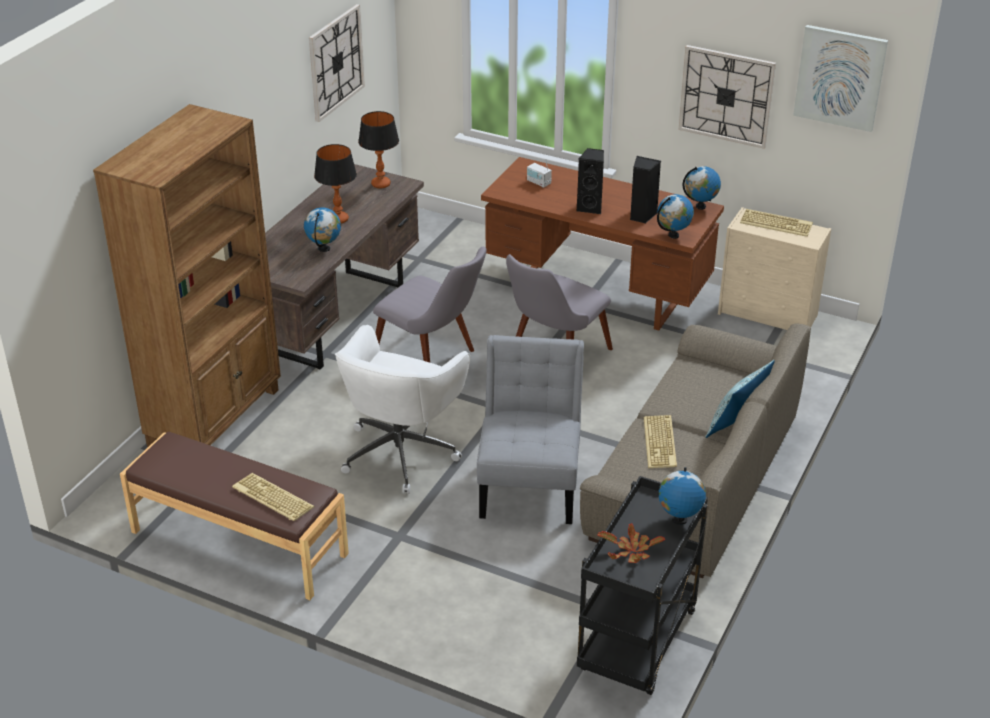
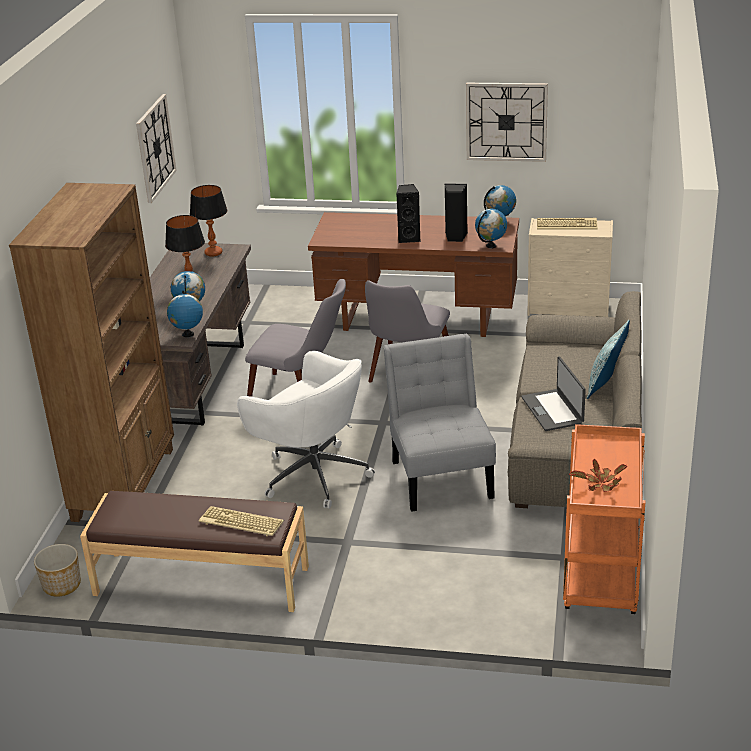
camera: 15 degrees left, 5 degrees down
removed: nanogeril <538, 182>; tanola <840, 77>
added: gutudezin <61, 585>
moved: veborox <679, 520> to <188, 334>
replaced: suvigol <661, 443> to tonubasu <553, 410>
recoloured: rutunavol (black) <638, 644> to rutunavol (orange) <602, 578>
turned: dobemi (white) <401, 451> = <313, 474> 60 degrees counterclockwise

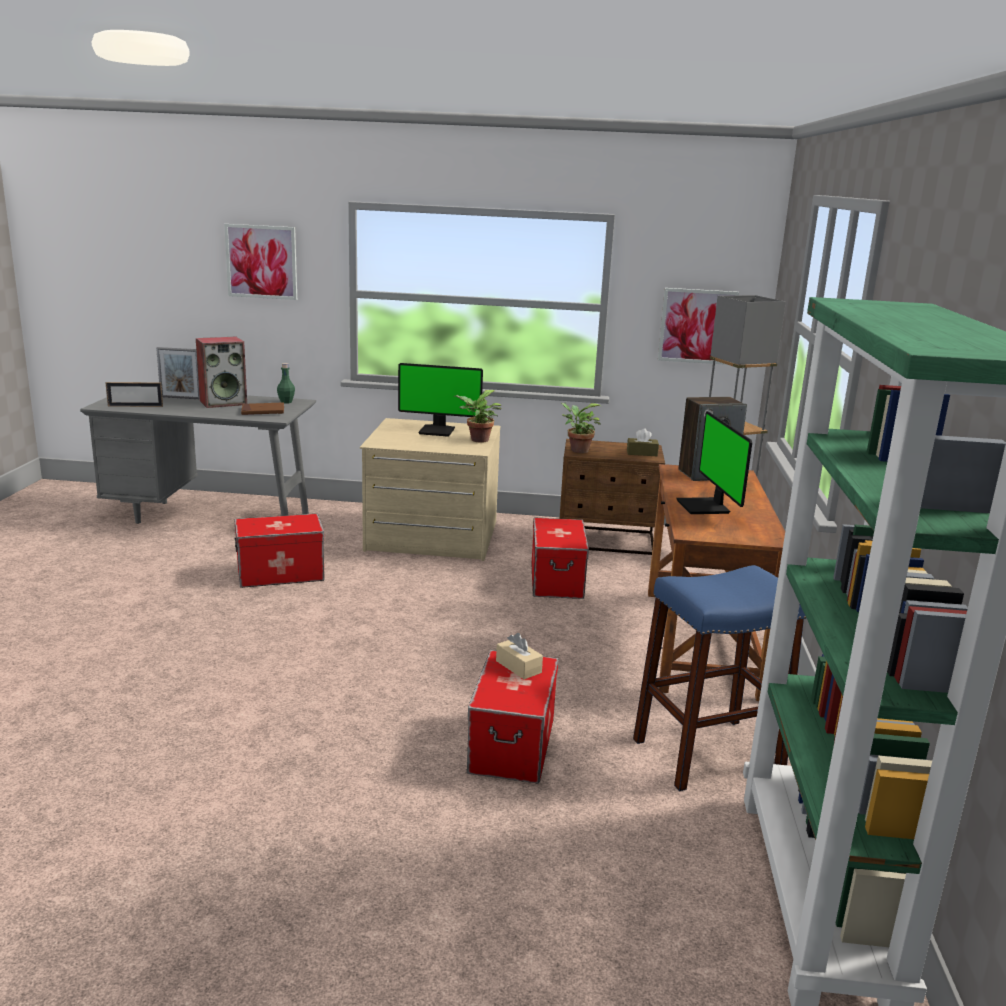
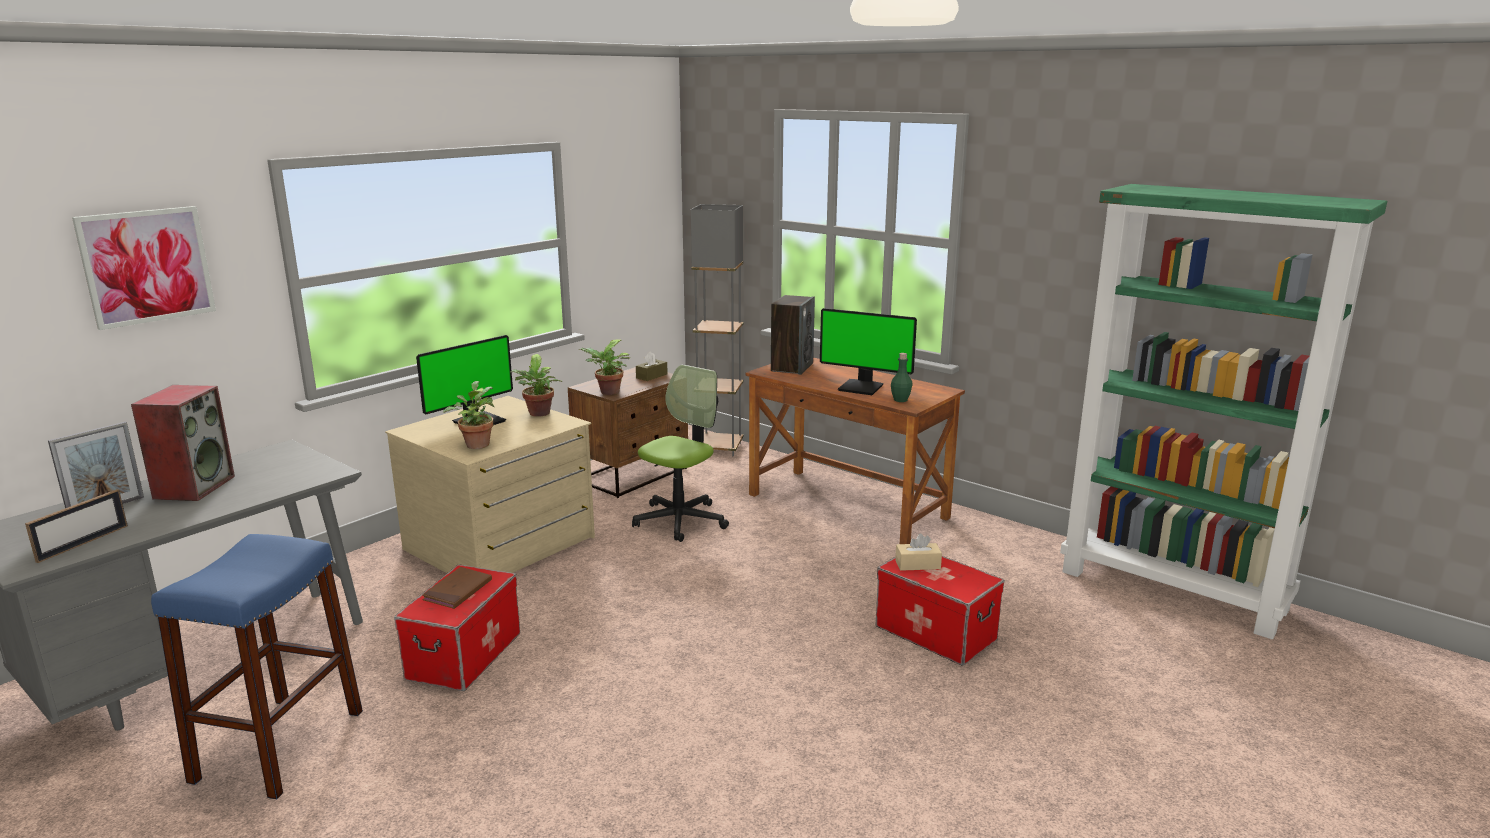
camera: 55 degrees left, 0 degrees up
removed: tanola <697, 326>
added: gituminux <477, 444>
moved: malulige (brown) <263, 411> to <458, 591>; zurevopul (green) <286, 402> to <900, 400>; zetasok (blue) <708, 753> to <279, 746>
replaced: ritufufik <557, 581> to dobemi <680, 520>

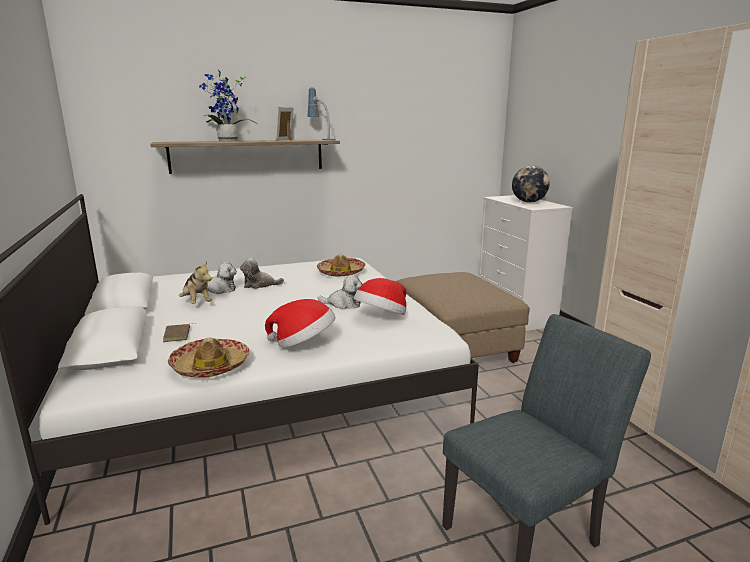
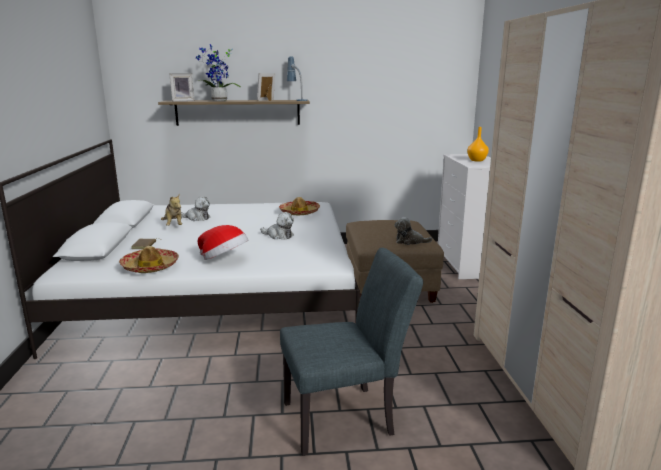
camera: 15 degrees right, 0 degrees up
removed: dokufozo <381, 317>
added: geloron <183, 101>
moved: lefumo <259, 285> to <410, 241>
replaced: veborox <528, 202> to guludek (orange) <477, 160>

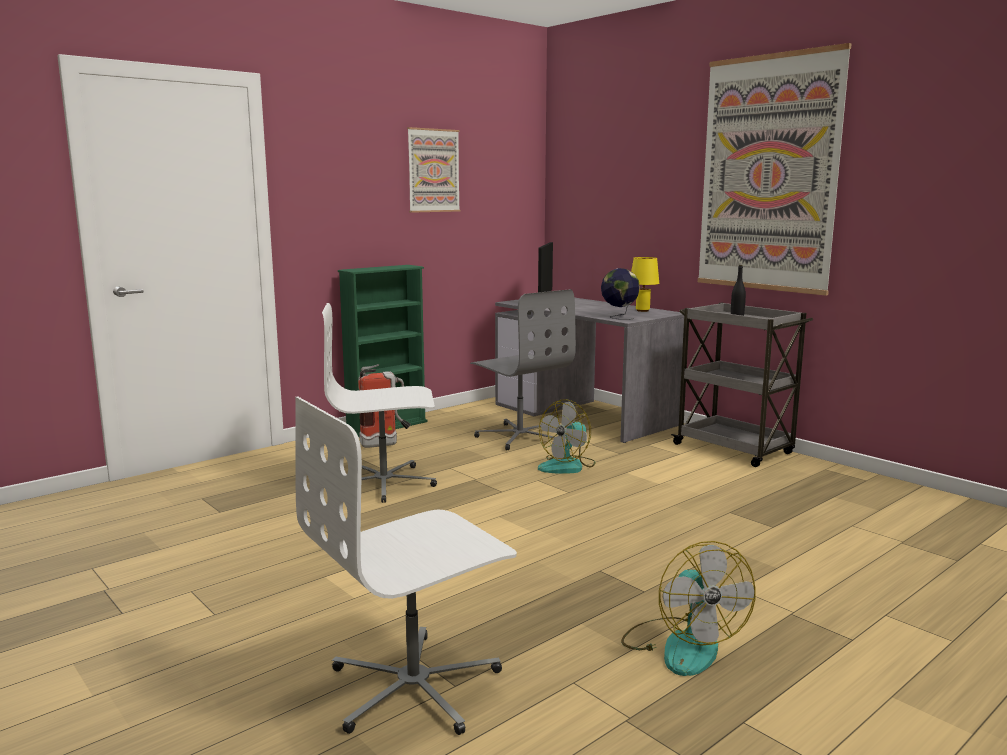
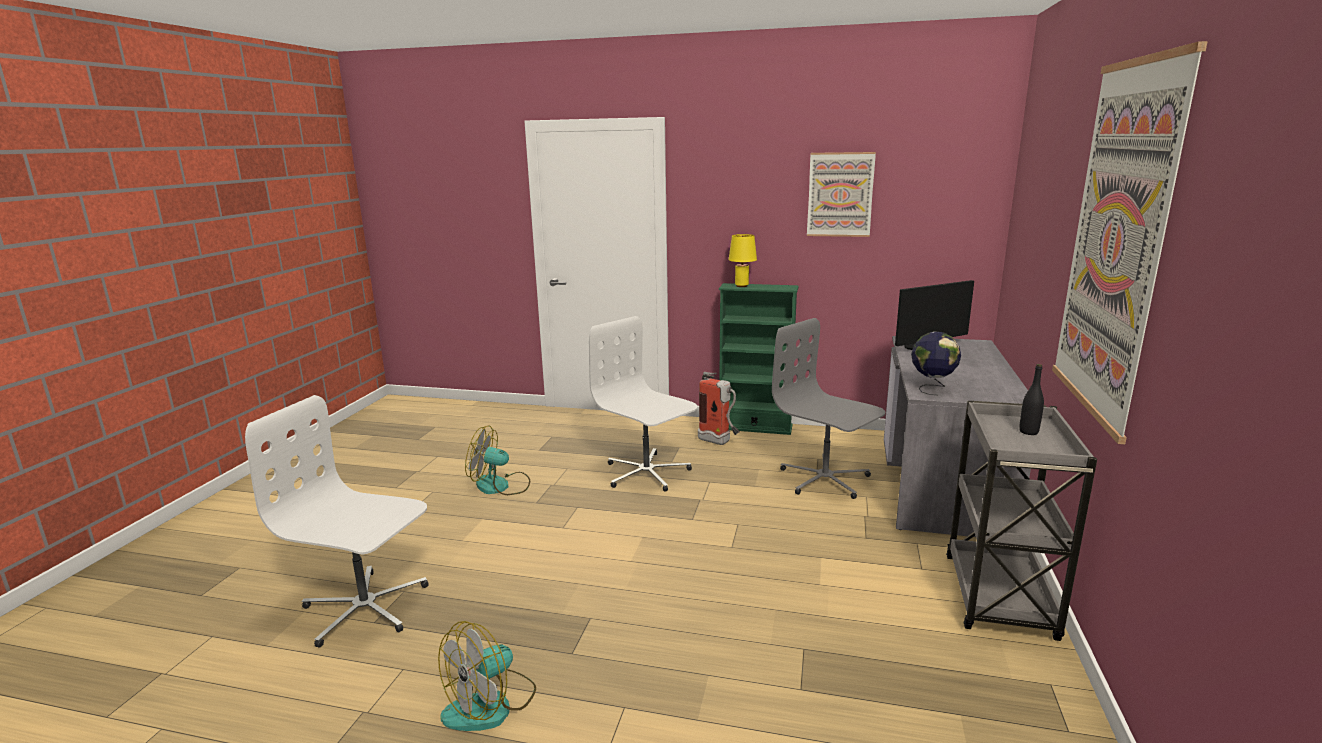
camera: 55 degrees right, 5 degrees up
moved: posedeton <568, 466> to <500, 486>; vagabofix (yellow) <642, 310> to <742, 286>
turned: dobemi (grey) <520, 436> = <824, 479> 120 degrees clockwise

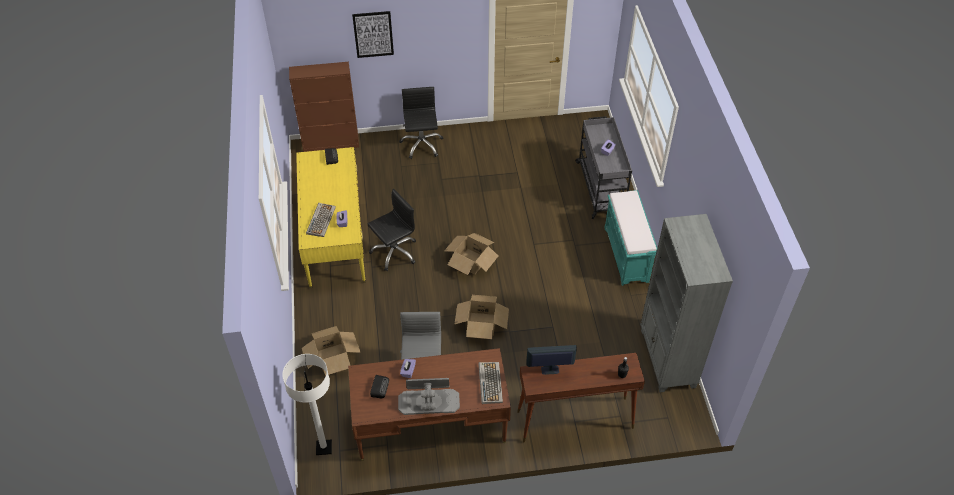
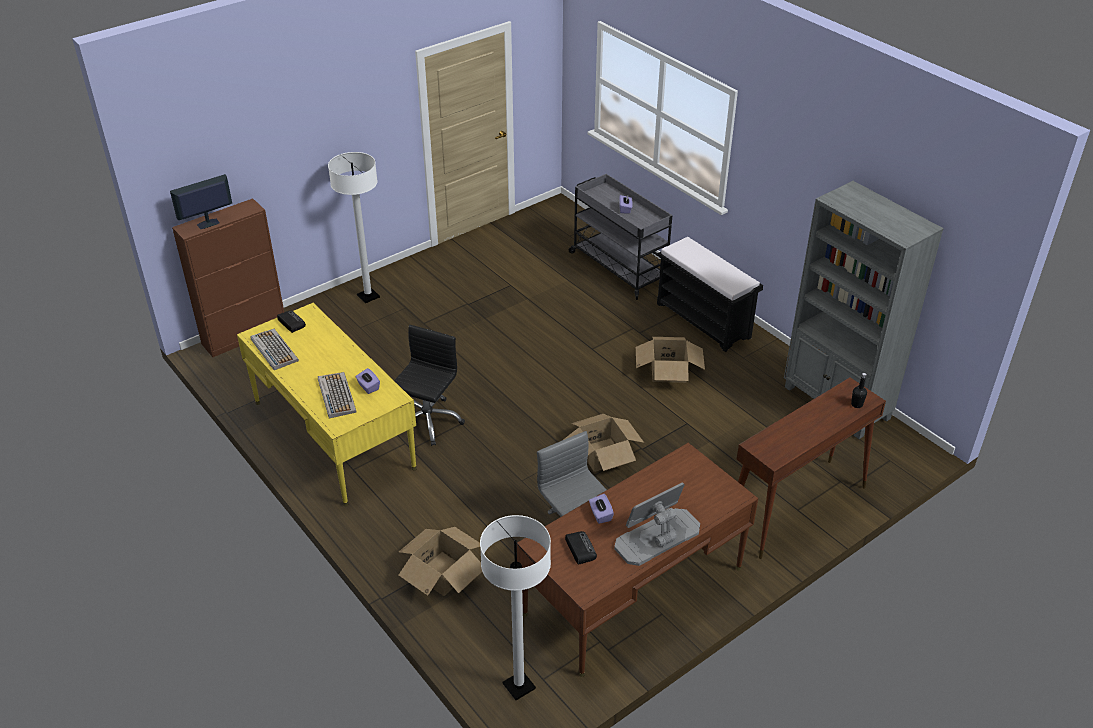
camera: 30 degrees left, 10 degrees down
removed: tanola <373, 34>
moved: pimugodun <471, 261> to <668, 371>; suvigol <490, 382> to <273, 350>; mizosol <549, 370> to <207, 224>
replaced: dobemi (black) <421, 144> to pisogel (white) <368, 296>
recoloured: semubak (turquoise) <626, 255> to semubak (black) <704, 321>

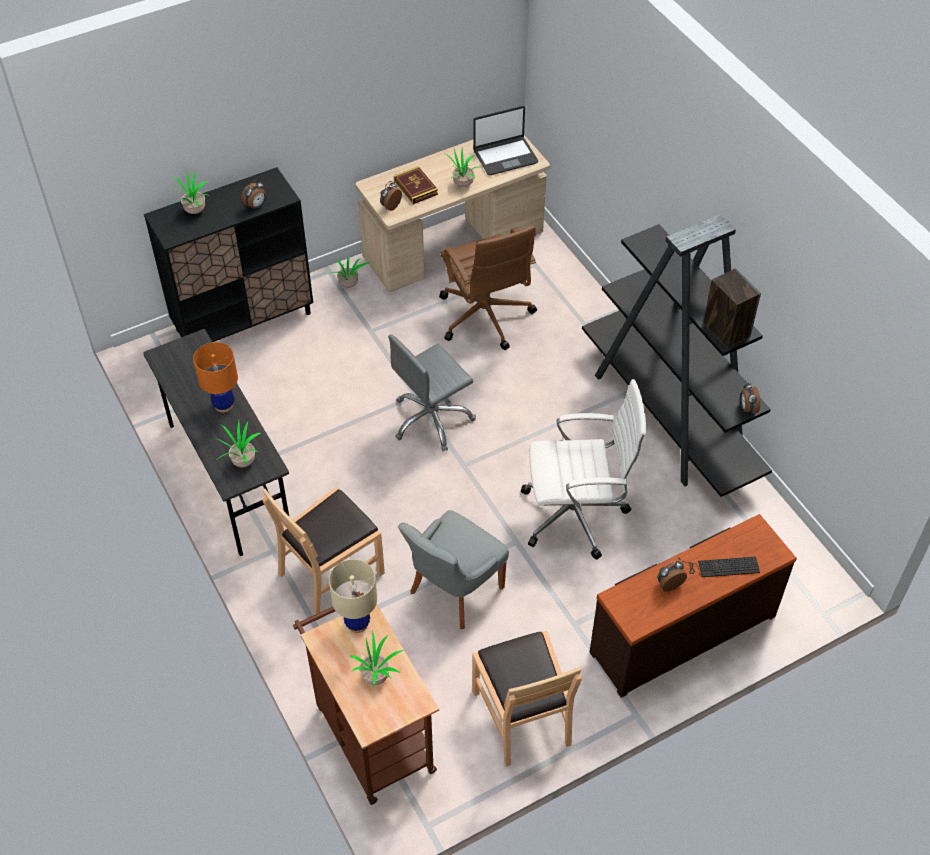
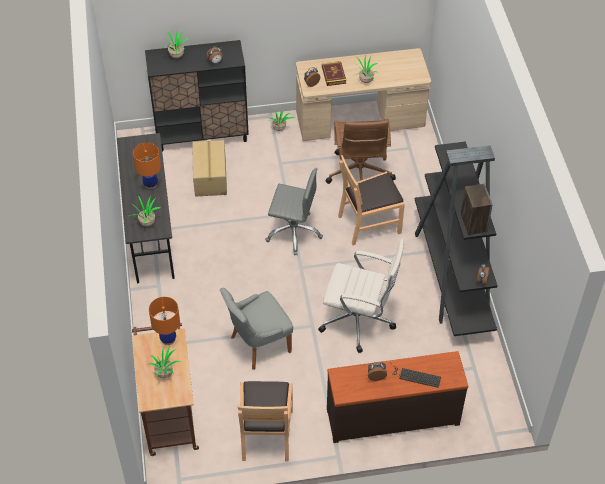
camera: 20 degrees right, 0 degrees up
removed: tonubasu <505, 156>
added: pimugodun <211, 177>
moved: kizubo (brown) <330, 572> to <369, 223>
recoloured: vagabofix (beige) <357, 623> to vagabofix (orange) <168, 339>
turned: dobemi (grey) <432, 419> = <293, 232> 150 degrees counterclockwise

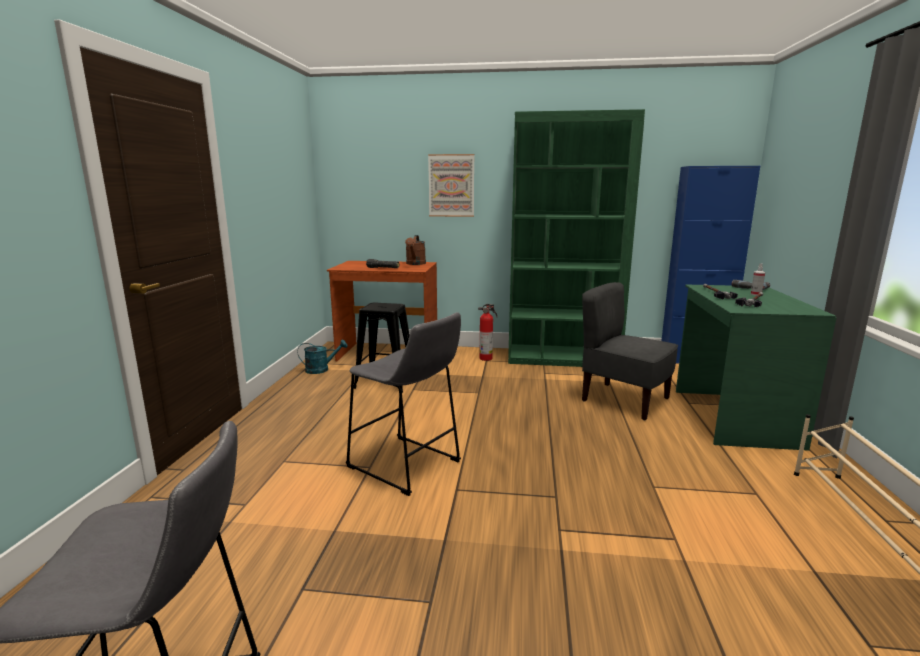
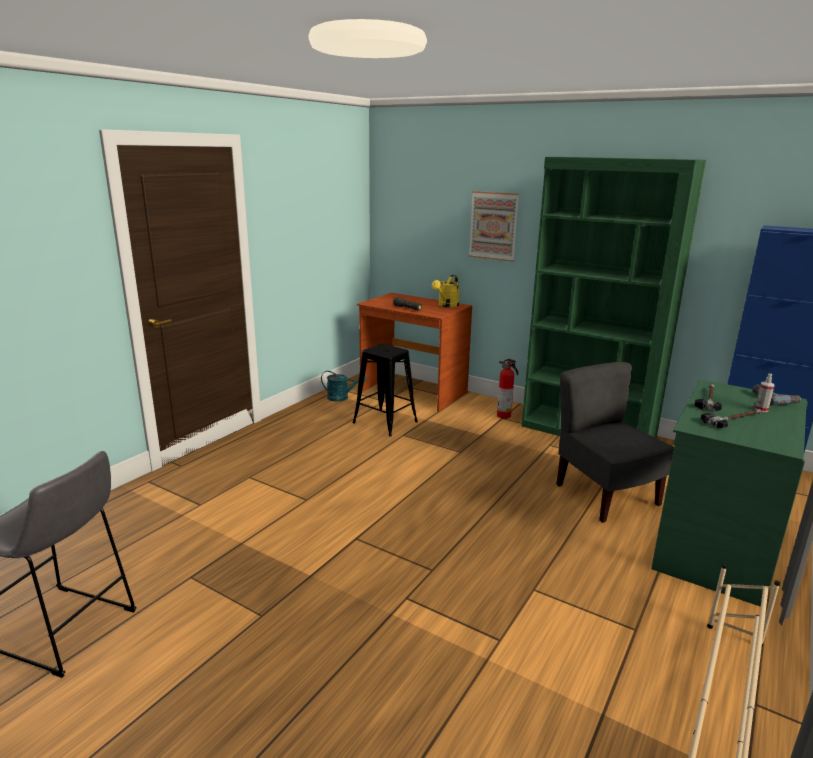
camera: 25 degrees right, 5 degrees up
removed: zetasok (grey) <407, 466>
recoloured: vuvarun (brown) <415, 264> to vuvarun (yellow) <446, 305>

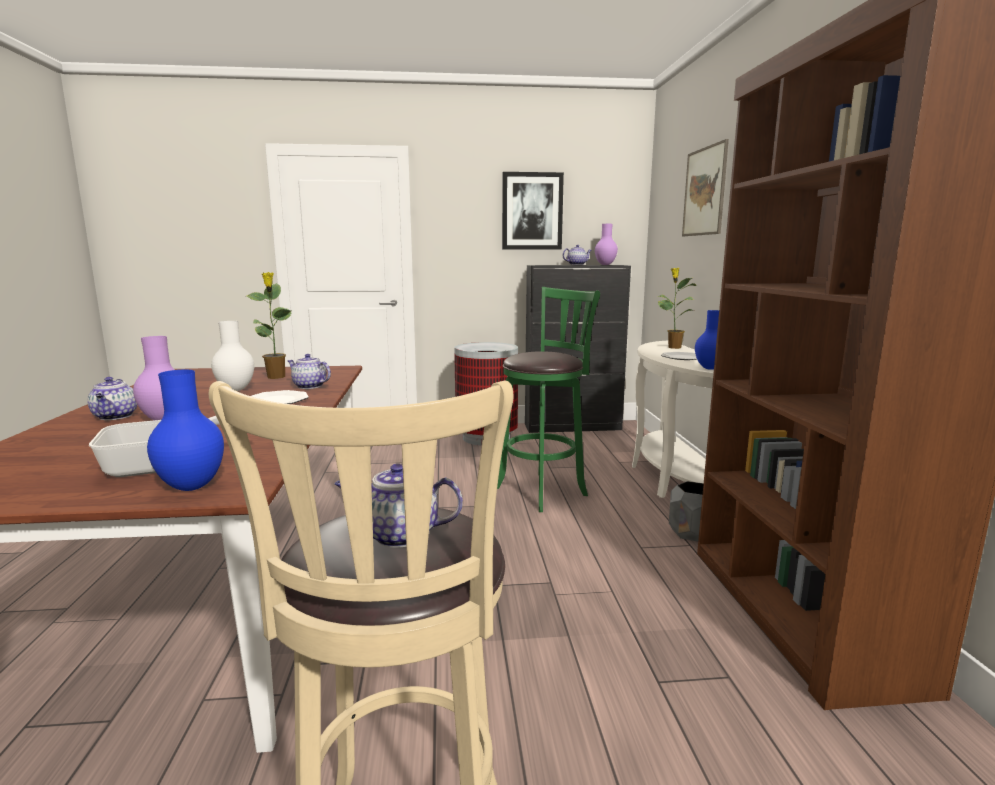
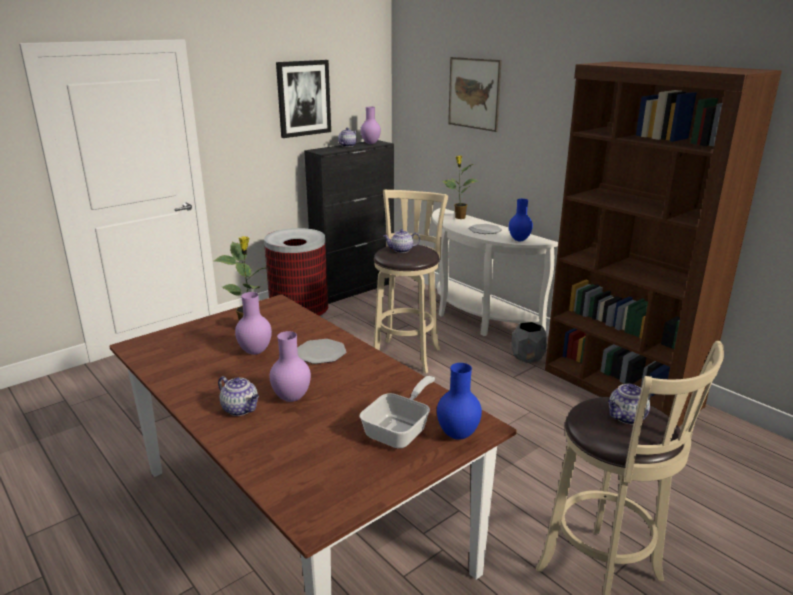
camera: 35 degrees left, 10 degrees up
moved: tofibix <309, 386> to <401, 250>
recoloured: guludek (white) <235, 389> to guludek (purple) <254, 352>; zetasok (green) <544, 490> to zetasok (beige) <407, 354>

